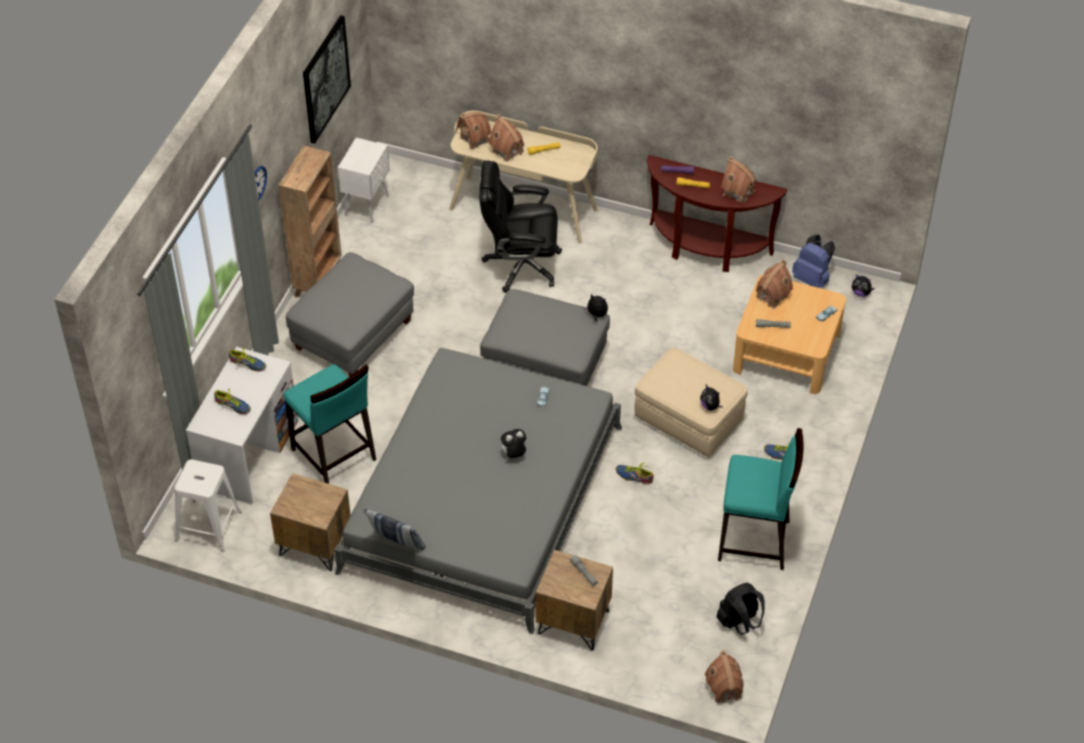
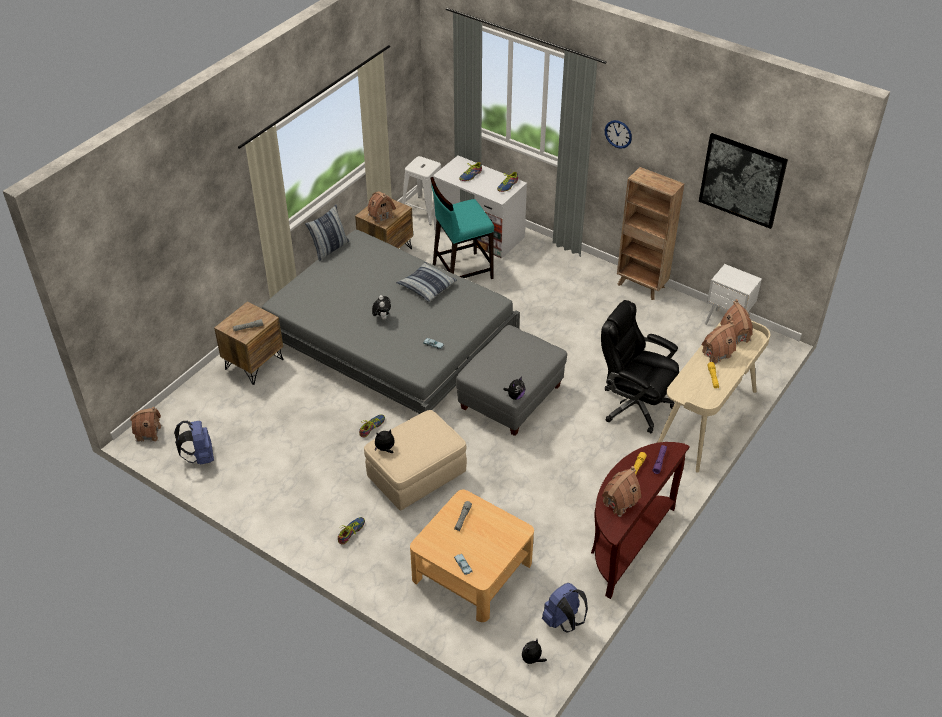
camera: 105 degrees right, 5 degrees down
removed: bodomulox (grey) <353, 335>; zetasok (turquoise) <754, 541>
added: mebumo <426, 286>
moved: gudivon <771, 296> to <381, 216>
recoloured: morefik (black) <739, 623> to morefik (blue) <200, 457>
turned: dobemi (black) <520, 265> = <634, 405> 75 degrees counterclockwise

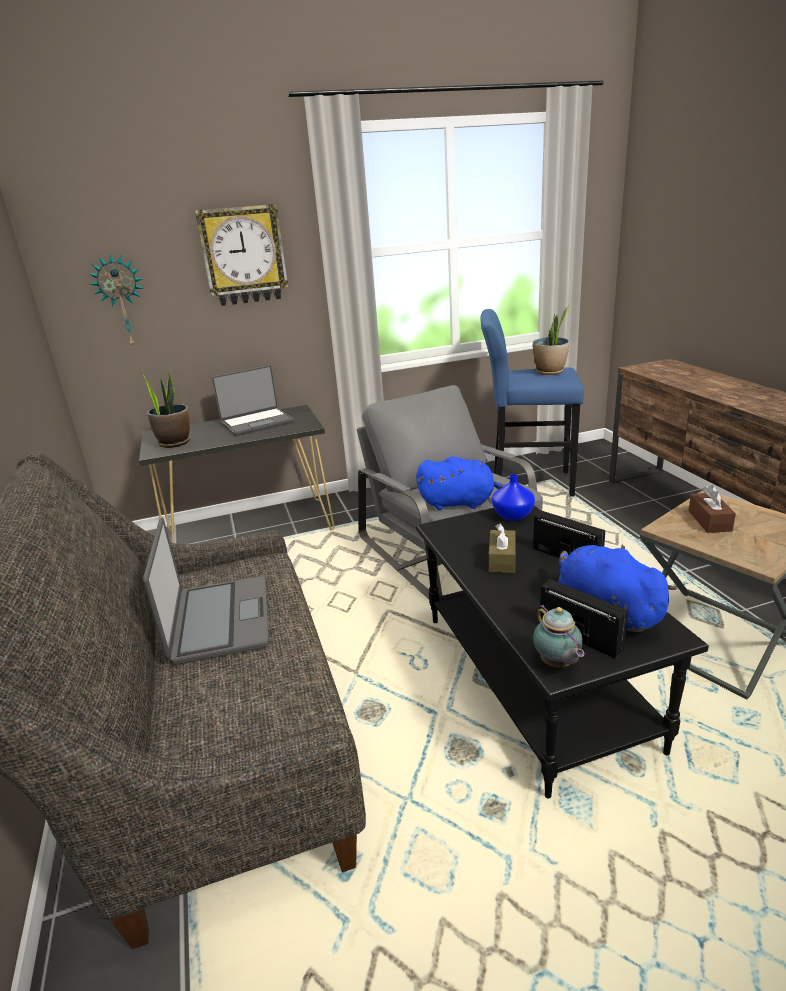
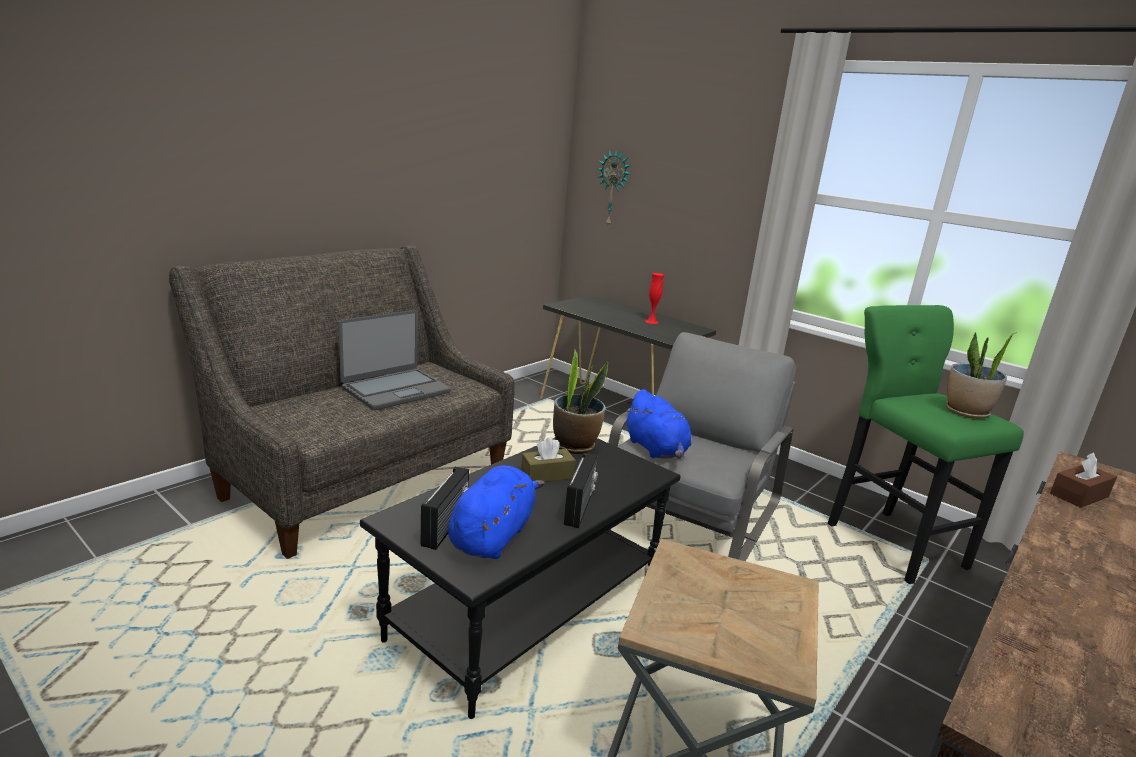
camera: 55 degrees right, 5 degrees down
removed: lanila <243, 255>; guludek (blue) <513, 514>; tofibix <557, 664>
moved: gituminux <174, 442> to <575, 445>; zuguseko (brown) <709, 521> to <1079, 495>
replaced: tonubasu <257, 423> to guludek (red) <651, 321>
recoloured: zetasok (blue) <526, 484> to zetasok (green) <890, 542>

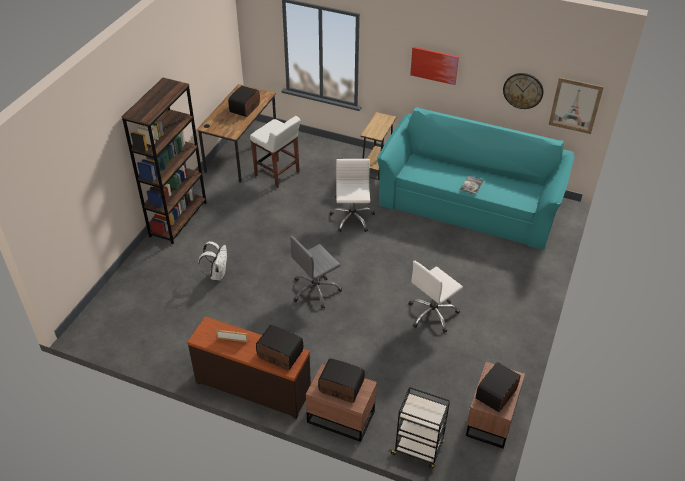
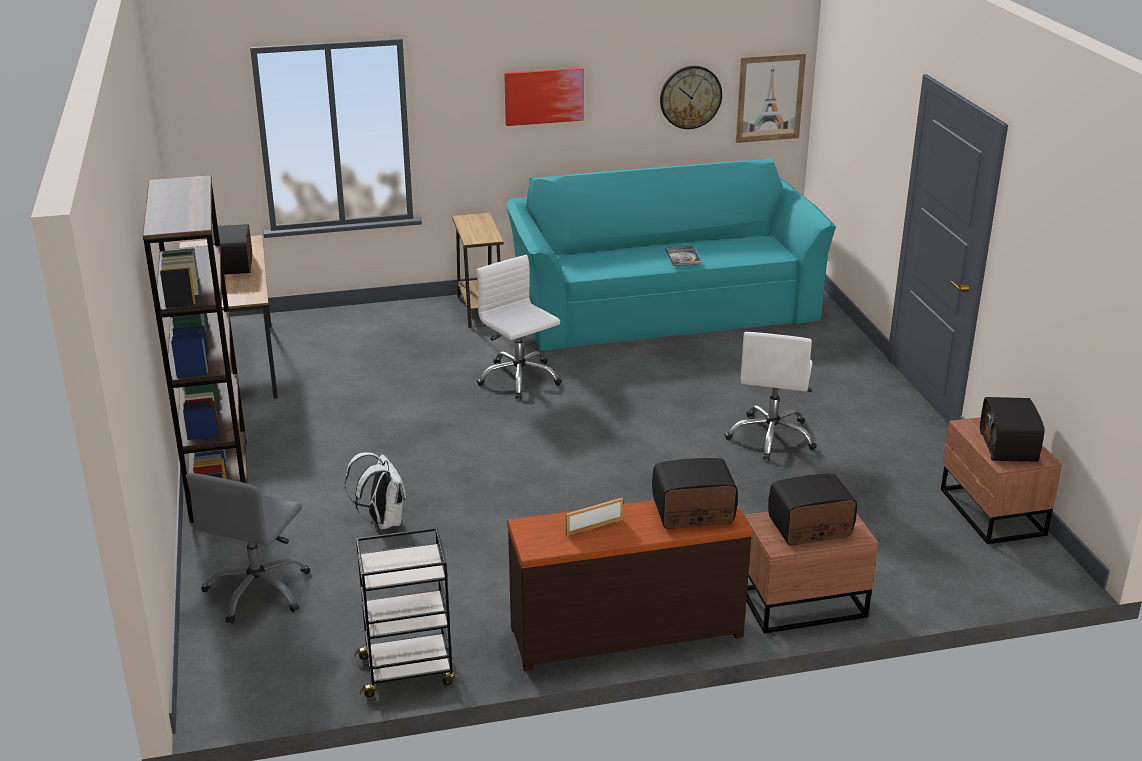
camera: 35 degrees left, 15 degrees down
removed: zetasok (white) <277, 174>
moved: dobemi (grey) <315, 290> to <258, 591>; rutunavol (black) <418, 449> to <408, 670>

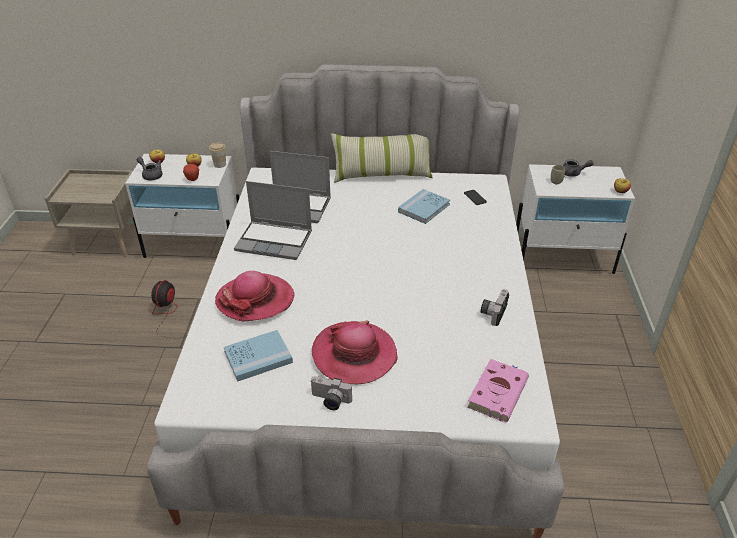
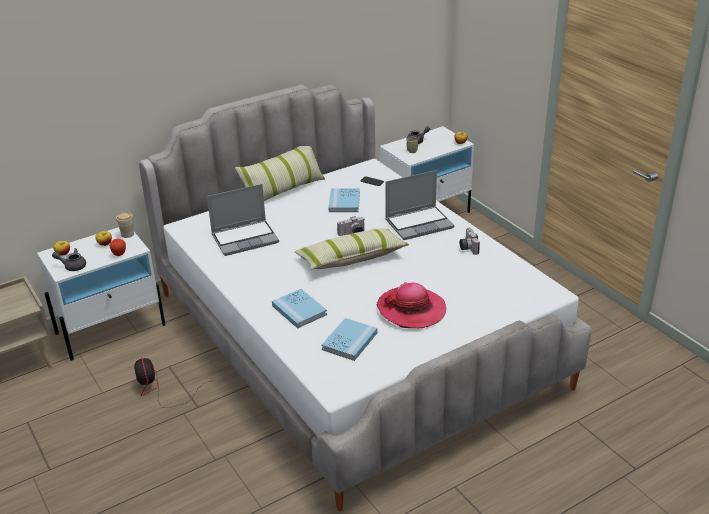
camera: 35 degrees left, 5 degrees down
removed: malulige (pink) <498, 391>
added: mebumo <351, 258>
moved: tonubasu <275, 241> to <419, 223>; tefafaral <330, 401> to <352, 234>
replaced: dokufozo <255, 300> to malulige (blue) <299, 310>

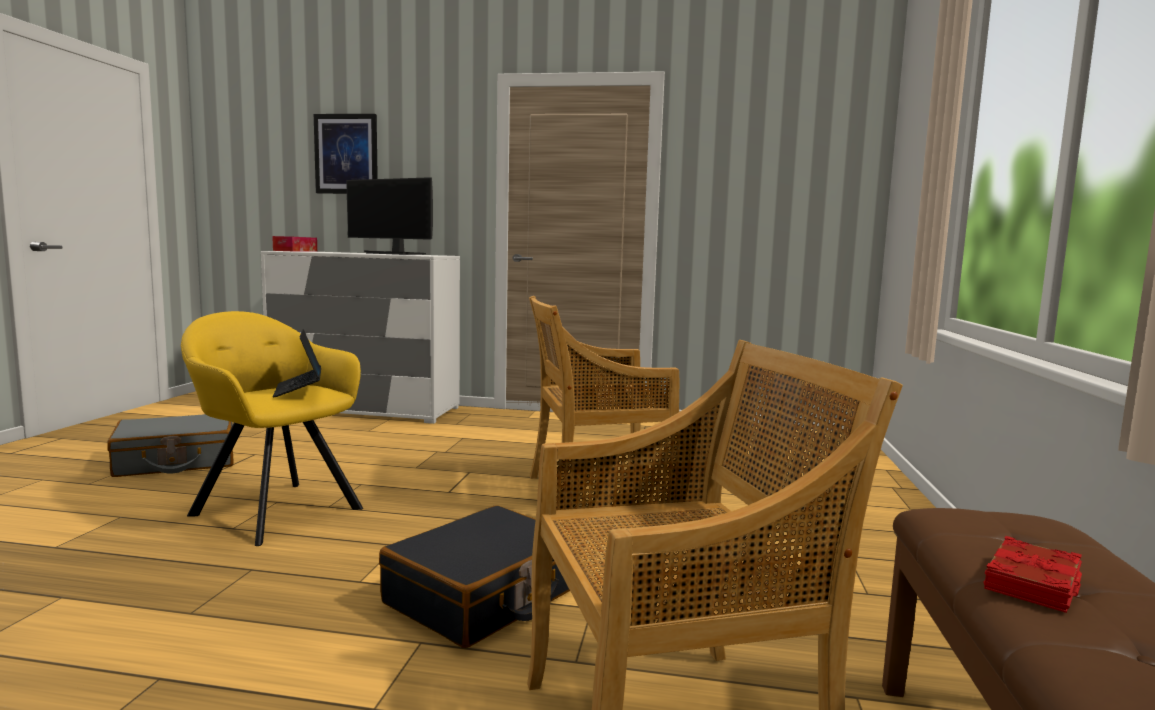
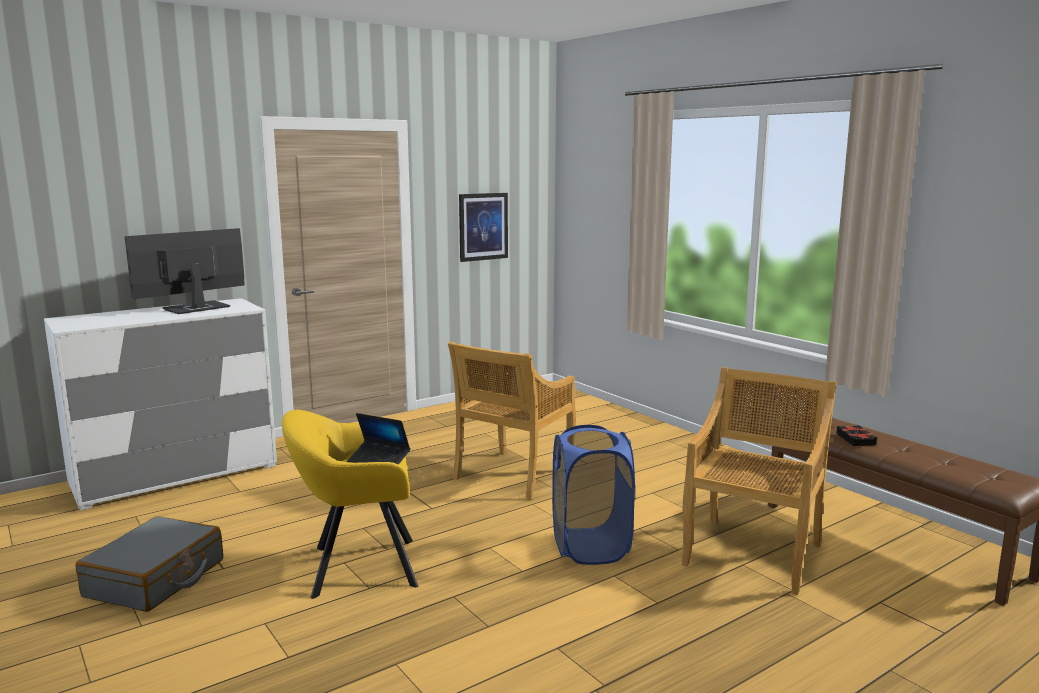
camera: 45 degrees left, 5 degrees up
removed: zuguseko <295, 251>
moved: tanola <346, 154> to <483, 226>
replaced: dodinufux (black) <484, 596> to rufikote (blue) <590, 546>
recoloured: malulige (red) <1034, 583> to malulige (black) <856, 439>
turned: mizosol <396, 254> = <195, 309> 150 degrees clockwise

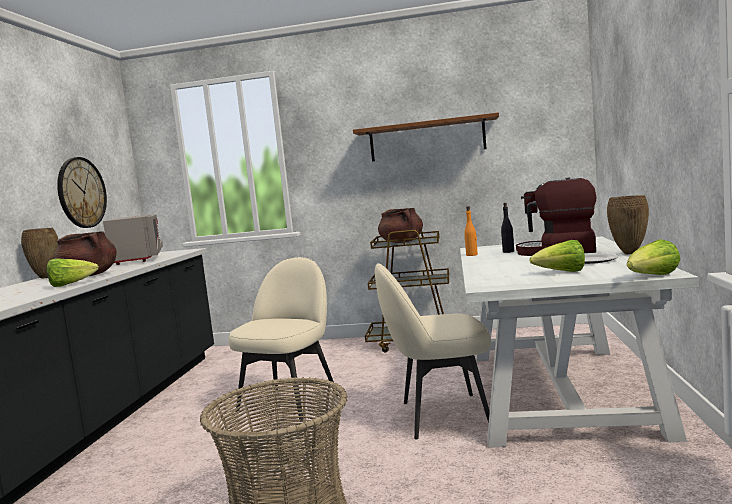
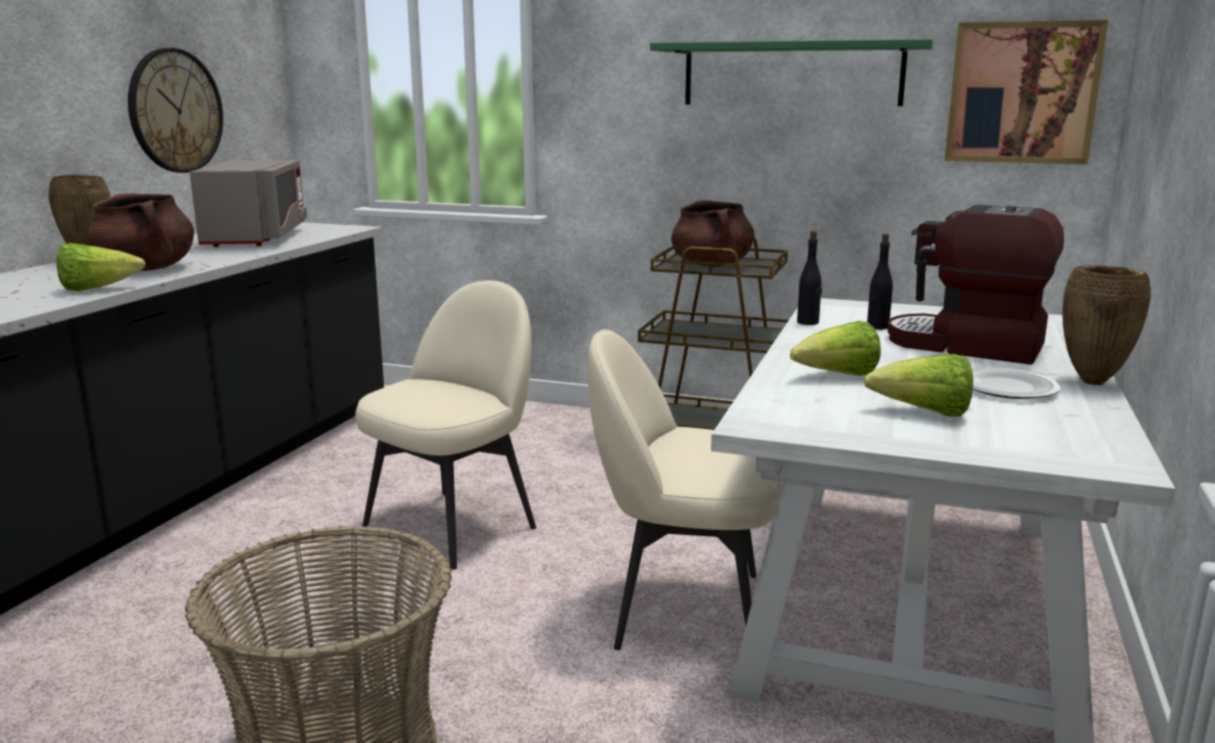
camera: 10 degrees right, 10 degrees up
added: tanola <1022, 93>
moved: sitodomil <653, 276> to <838, 376>
recoloured: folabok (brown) <427, 139> to folabok (green) <792, 74>; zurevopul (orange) <472, 255> to zurevopul (black) <808, 322>

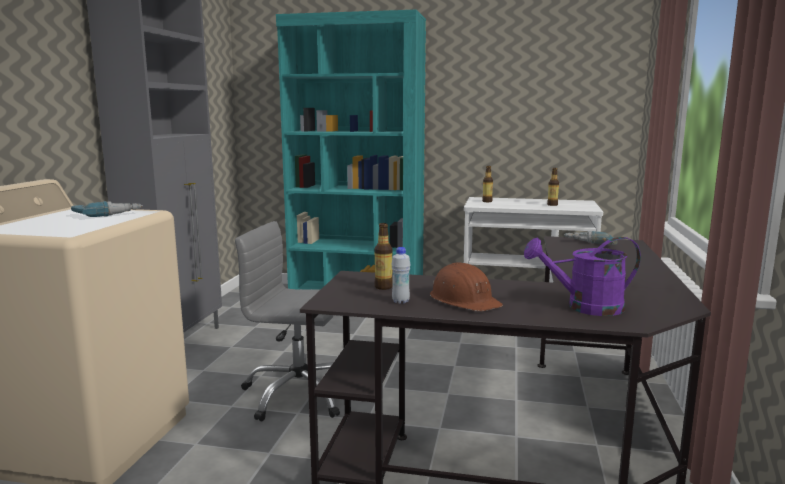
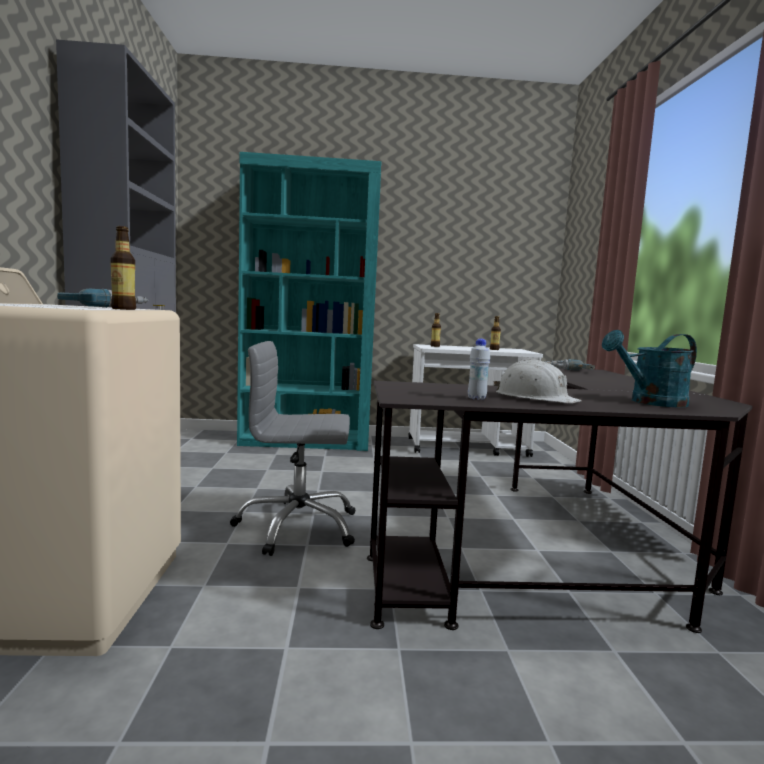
camera: 15 degrees left, 5 degrees down
moved: zurevopul <383, 287> to <123, 309>
recoloured: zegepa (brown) <464, 300> to zegepa (white) <535, 398>; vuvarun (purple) <585, 307> to vuvarun (turquoise) <651, 403>

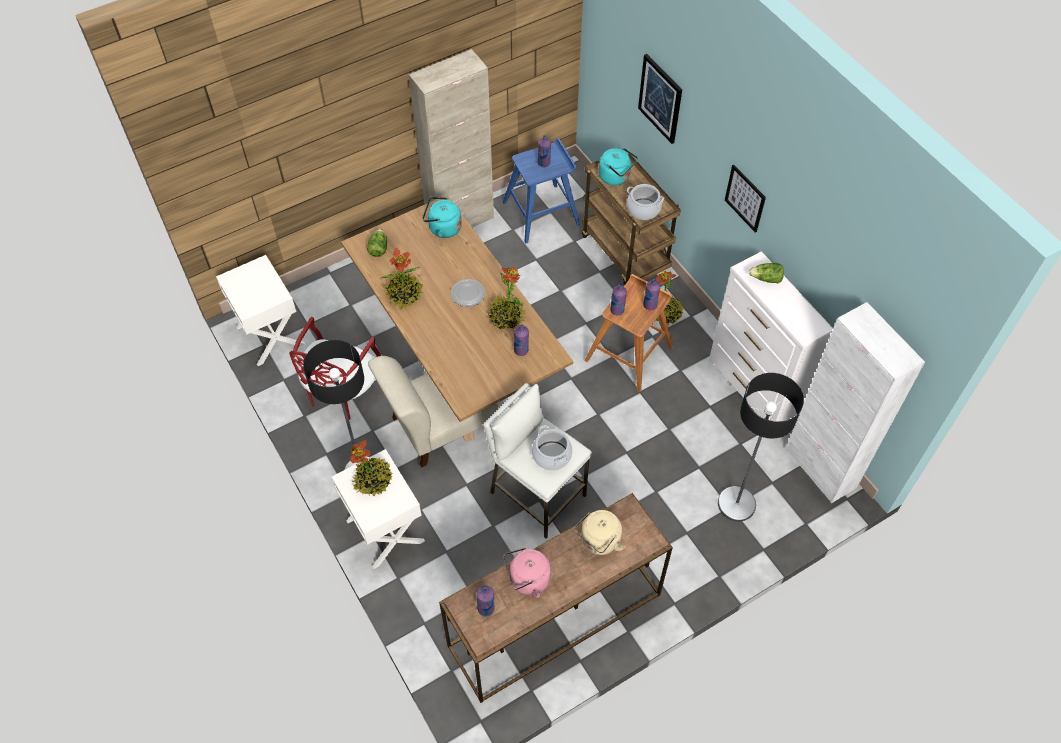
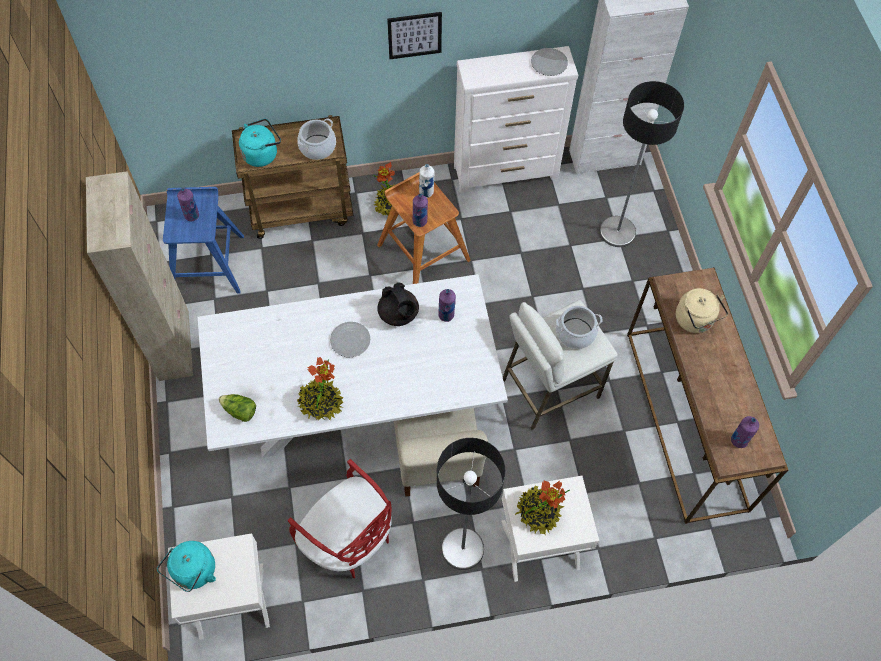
camera: 70 degrees left, 5 degrees up
removed: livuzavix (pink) <527, 580>; tanola <660, 98>; sitodomil <766, 279>
added: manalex <549, 63>
moved: livuzavix (turquoise) <443, 228> to <193, 572>
replaced: gituminux <506, 318> to tofibix (black) <399, 314>
recoloured: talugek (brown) <457, 358> to talugek (white) <357, 408>; zurevopul (purple) <650, 305> to zurevopul (white) <426, 192>

